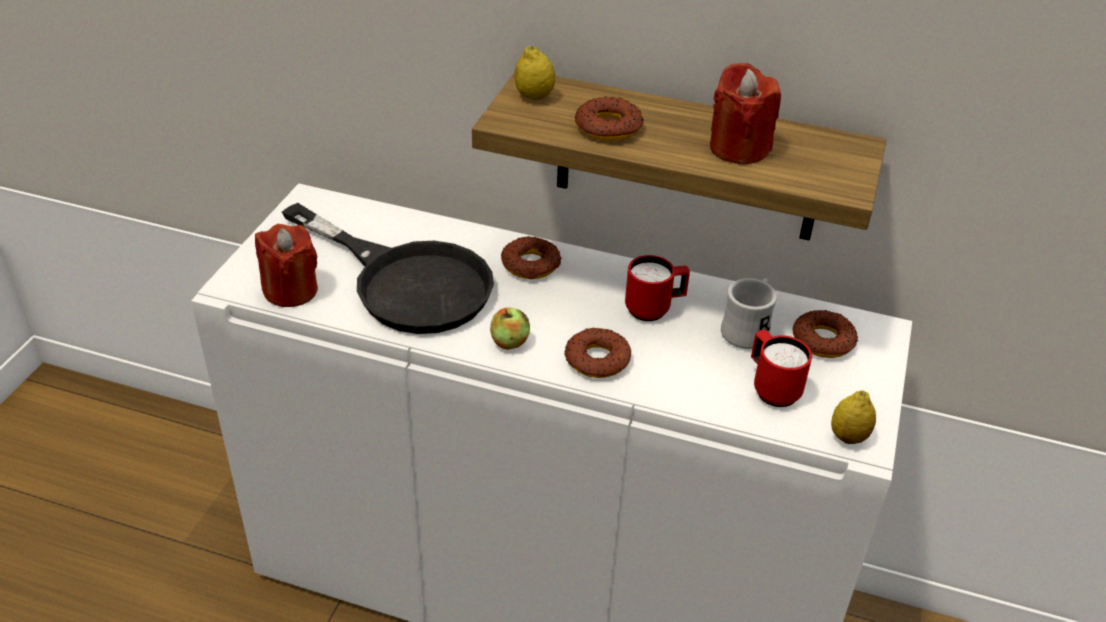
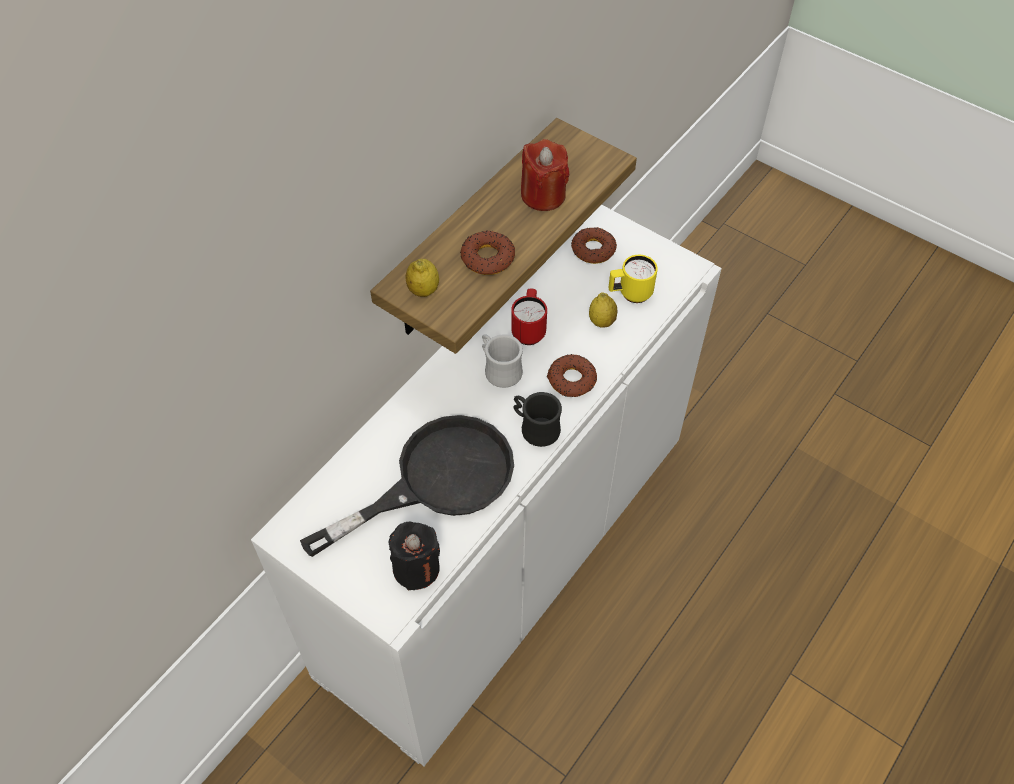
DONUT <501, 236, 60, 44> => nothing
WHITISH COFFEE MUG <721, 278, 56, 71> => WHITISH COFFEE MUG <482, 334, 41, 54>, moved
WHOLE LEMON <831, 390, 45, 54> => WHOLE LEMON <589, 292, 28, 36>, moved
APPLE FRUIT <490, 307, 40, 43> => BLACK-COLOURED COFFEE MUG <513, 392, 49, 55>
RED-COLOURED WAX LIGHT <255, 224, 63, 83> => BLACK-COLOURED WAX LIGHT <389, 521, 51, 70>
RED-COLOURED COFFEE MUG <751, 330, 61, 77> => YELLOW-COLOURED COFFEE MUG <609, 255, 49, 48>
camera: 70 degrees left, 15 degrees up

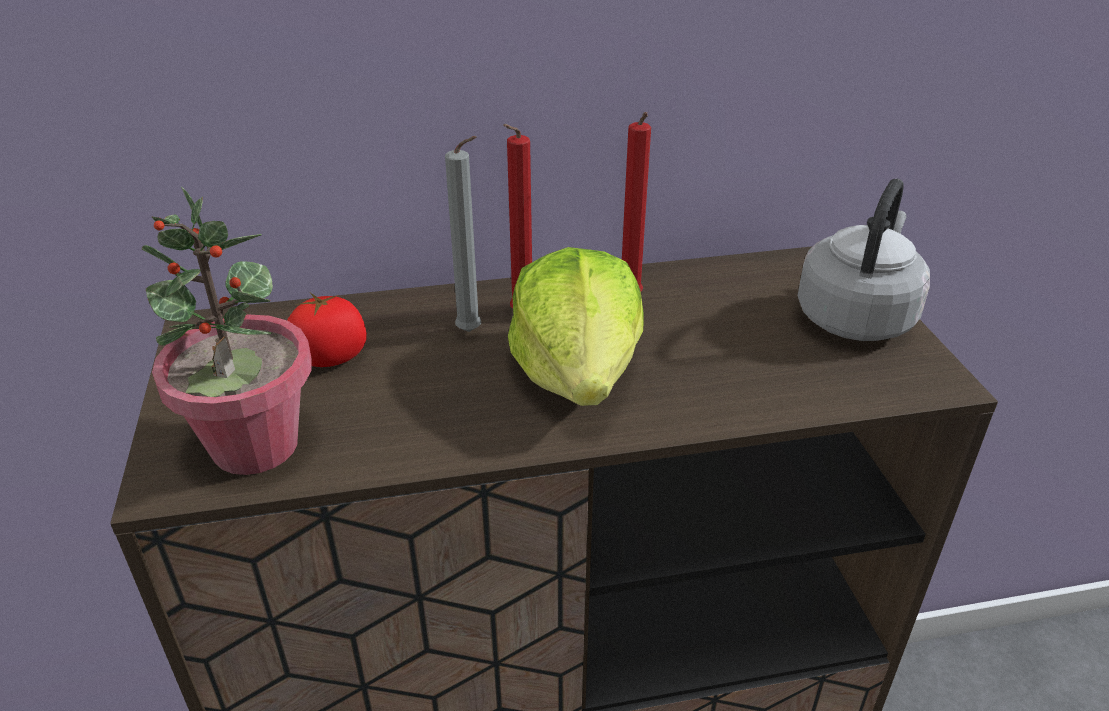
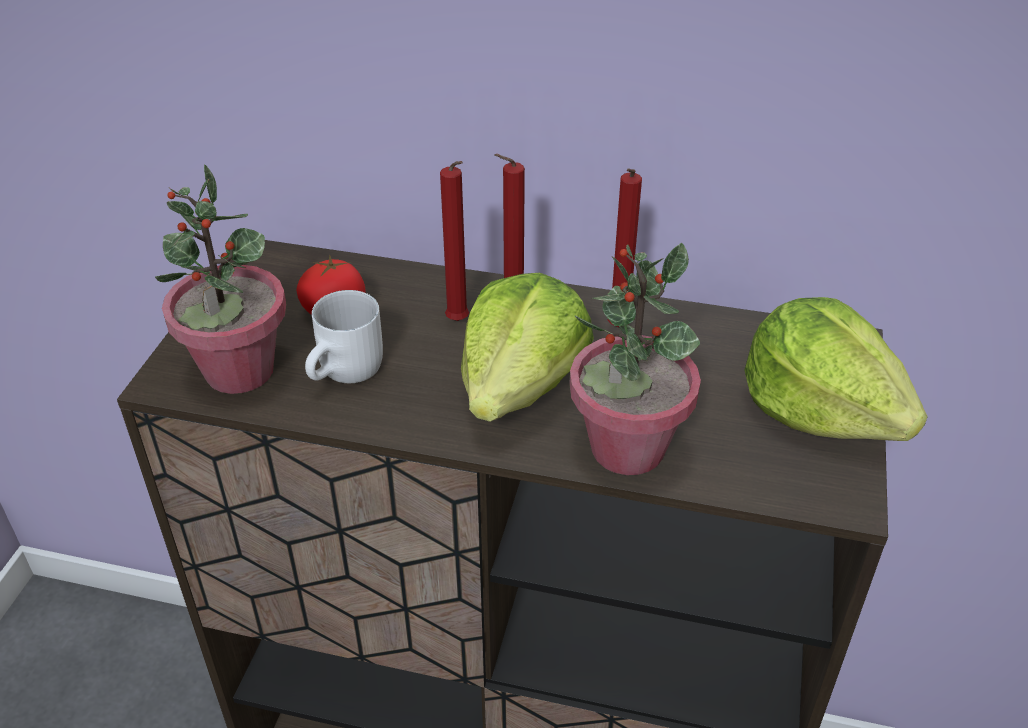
nothing => WHITISH COFFEE MUG <305, 290, 78, 94>
nothing => HOUSEPLANT <569, 243, 132, 232>
GREYISH WATER KETTLE <797, 178, 133, 163> => LETTUCE <744, 297, 184, 144>
GREYISH WAX LIGHT <445, 136, 36, 196> => RED-COLOURED WAX LIGHT <440, 161, 29, 160>
camera: 25 degrees right, 5 degrees up

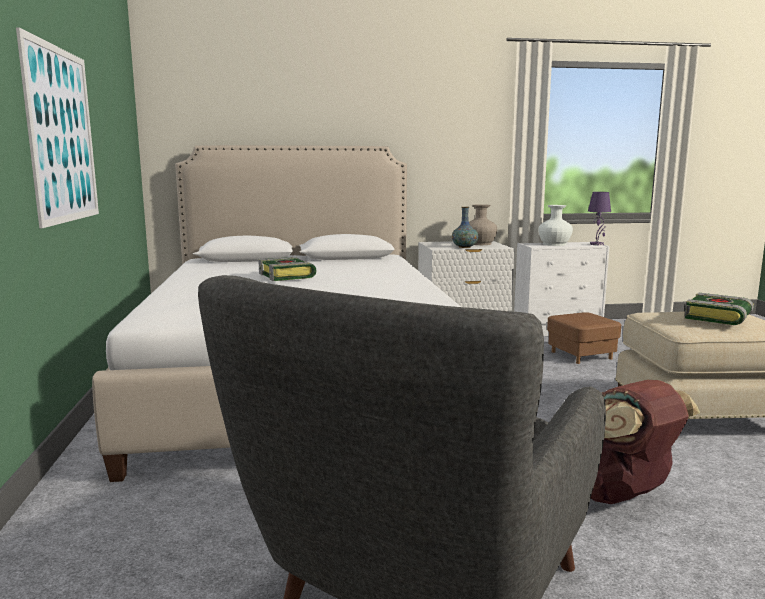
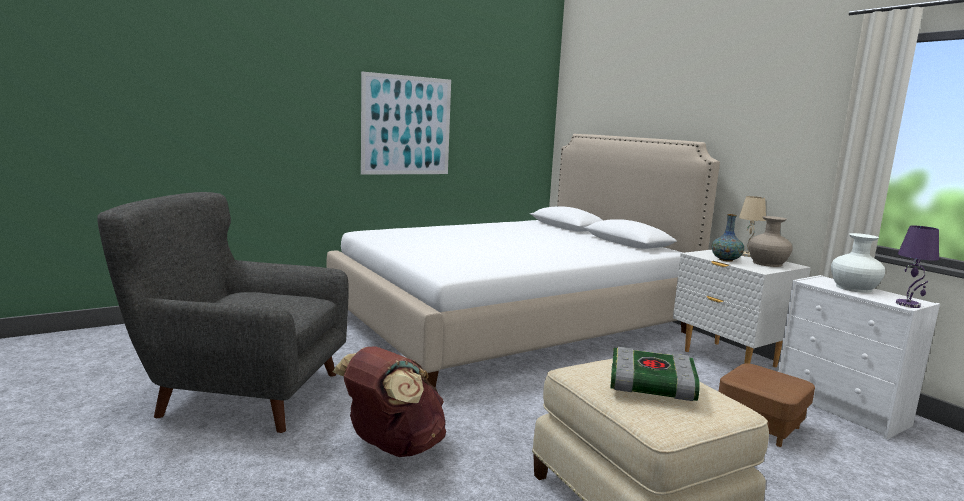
VOLUME <258, 257, 59, 24> => nothing
nothing => BEIGE-COLOURED TABLE LAMP <739, 196, 27, 61>
camera: 65 degrees right, 0 degrees up

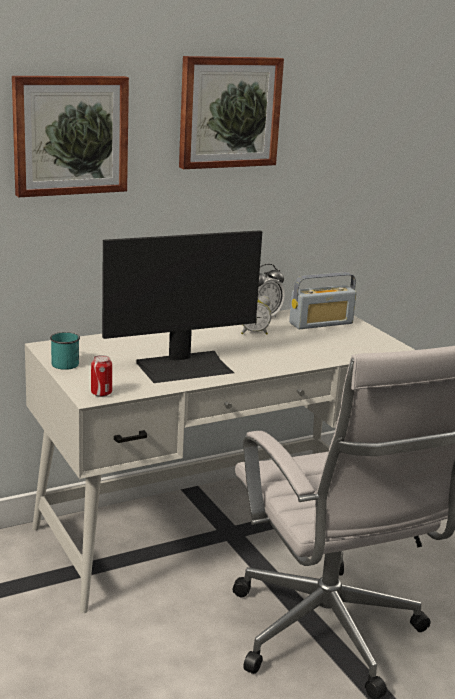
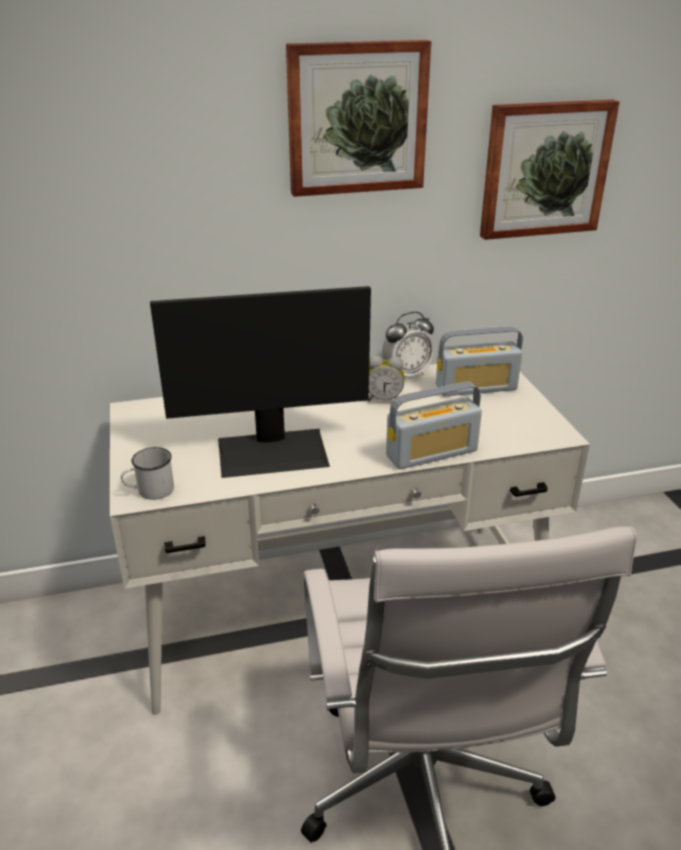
BLUE-GREEN COFFEE MUG <50, 332, 30, 38> => nothing
nothing => RADIO <386, 382, 96, 87>
WALL PICTURE <12, 76, 117, 121> => WALL PICTURE <480, 100, 140, 140>, moved
METAL CAN <91, 355, 21, 42> => WHITISH COFFEE MUG <121, 447, 53, 53>
camera: 15 degrees right, 10 degrees up

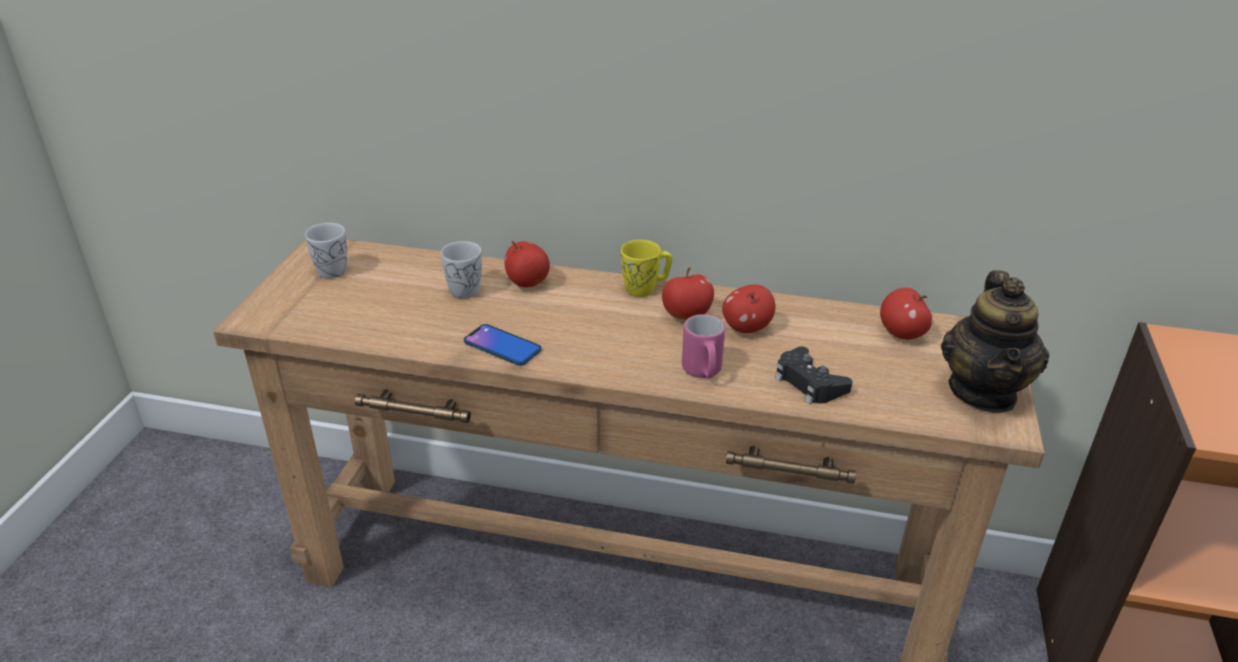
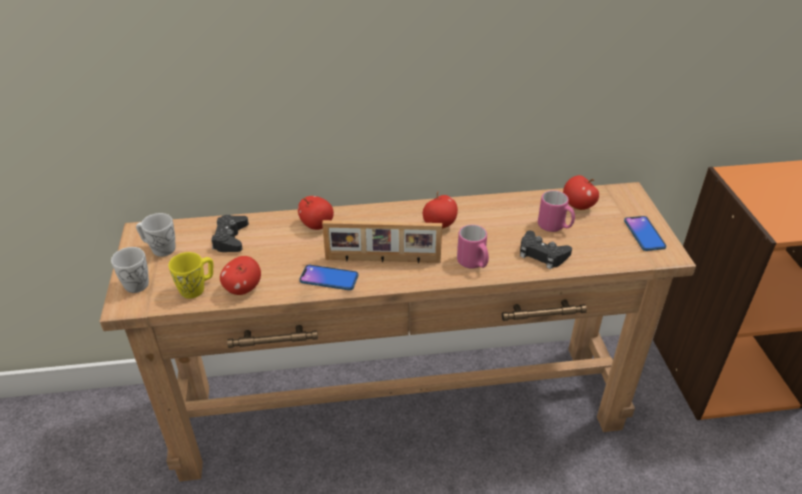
nothing => BLACK-COLOURED JOYPAD <211, 215, 38, 37>
nothing => STANDING FRAME <322, 220, 120, 44>
nothing => PINK COFFEE MUG <538, 190, 37, 42>
WHITISH COFFEE MUG <441, 241, 41, 58> => WHITISH COFFEE MUG <111, 247, 38, 46>, moved
YELLOW-COLOURED COFFEE MUG <621, 240, 51, 57> => YELLOW-COLOURED COFFEE MUG <168, 252, 46, 47>, moved
APPLE FRUIT <722, 284, 53, 49> => APPLE FRUIT <220, 256, 41, 39>, moved
TEA POT <941, 270, 108, 143> => HANDSET <624, 216, 42, 35>
camera: 20 degrees left, 5 degrees up

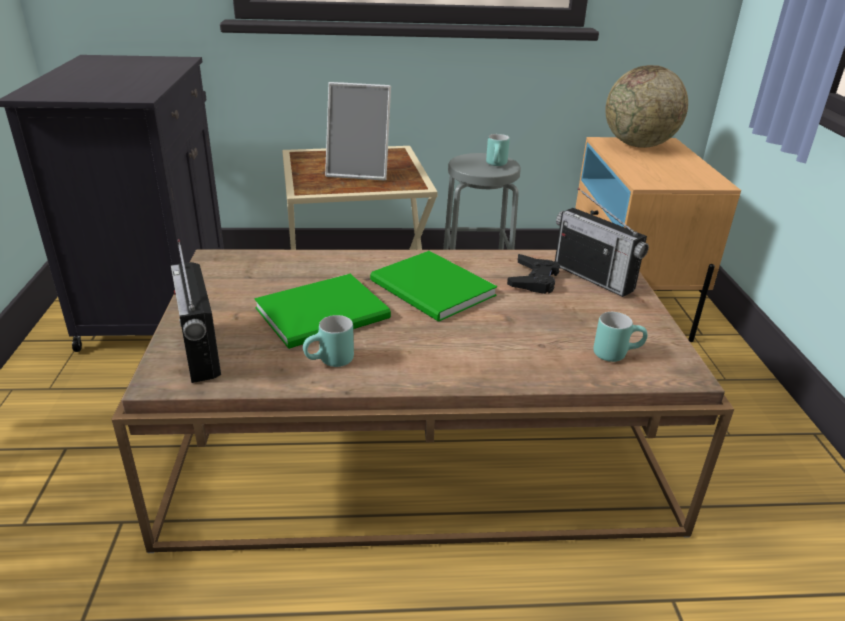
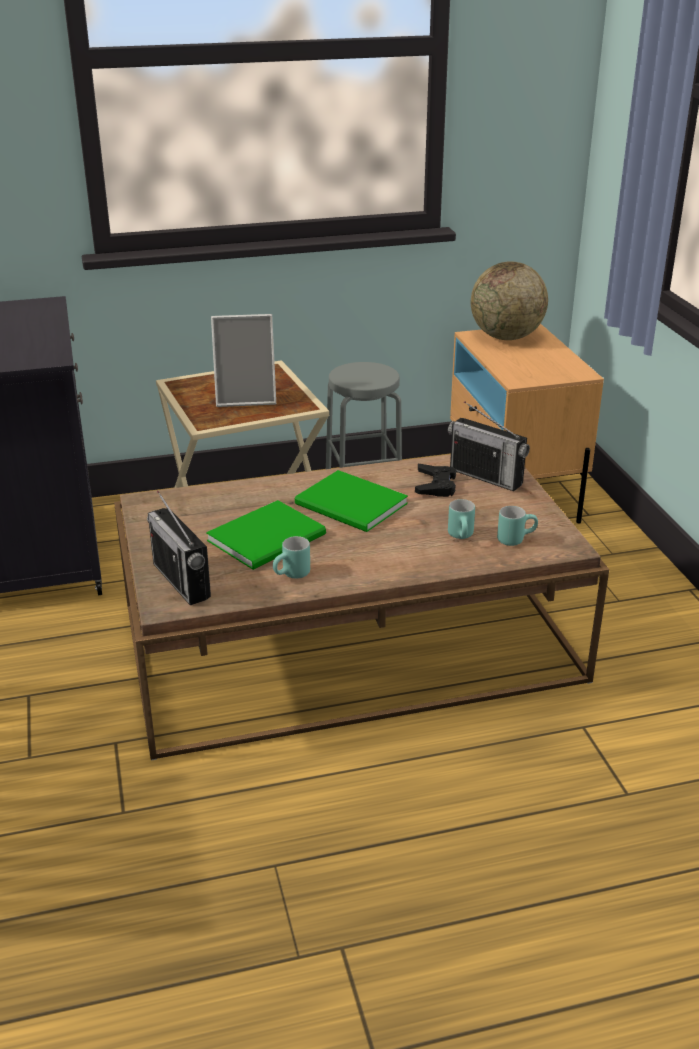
BLUE-GREEN COFFEE MUG <486, 134, 24, 32> => BLUE-GREEN COFFEE MUG <448, 499, 27, 40>, moved
camera: 10 degrees left, 0 degrees up

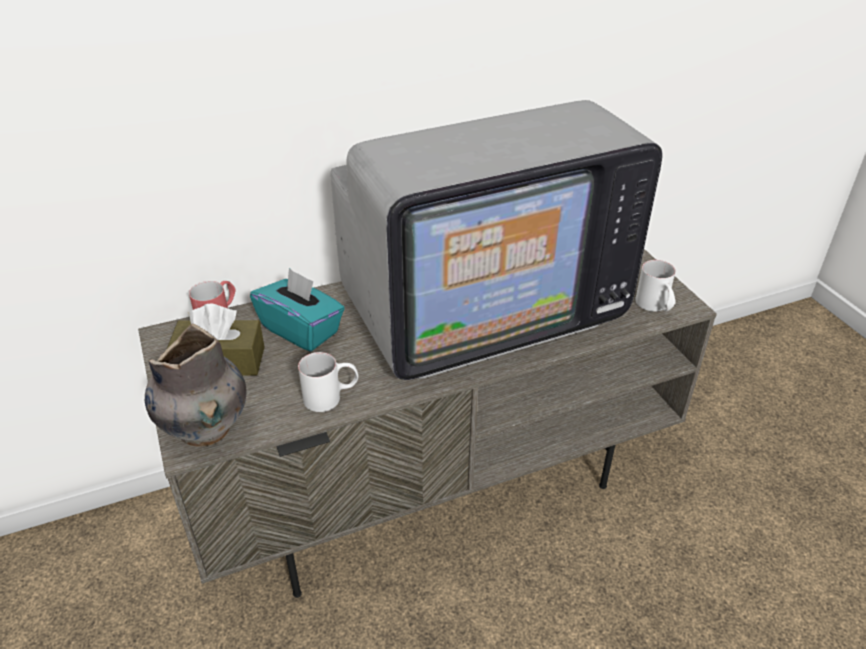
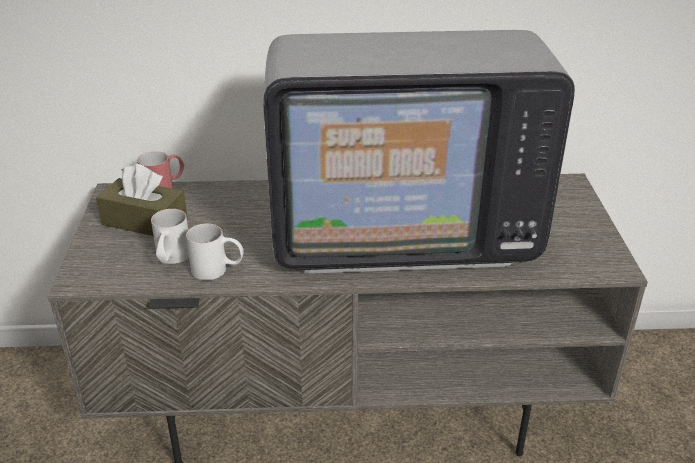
GREYISH VASE <145, 324, 102, 123> => nothing
BLUE-GREEN BOX OF TISSUES <250, 268, 95, 83> => nothing
WHITISH COFFEE MUG <635, 260, 41, 52> => WHITISH COFFEE MUG <151, 209, 38, 55>, moved
camera: 20 degrees right, 5 degrees down

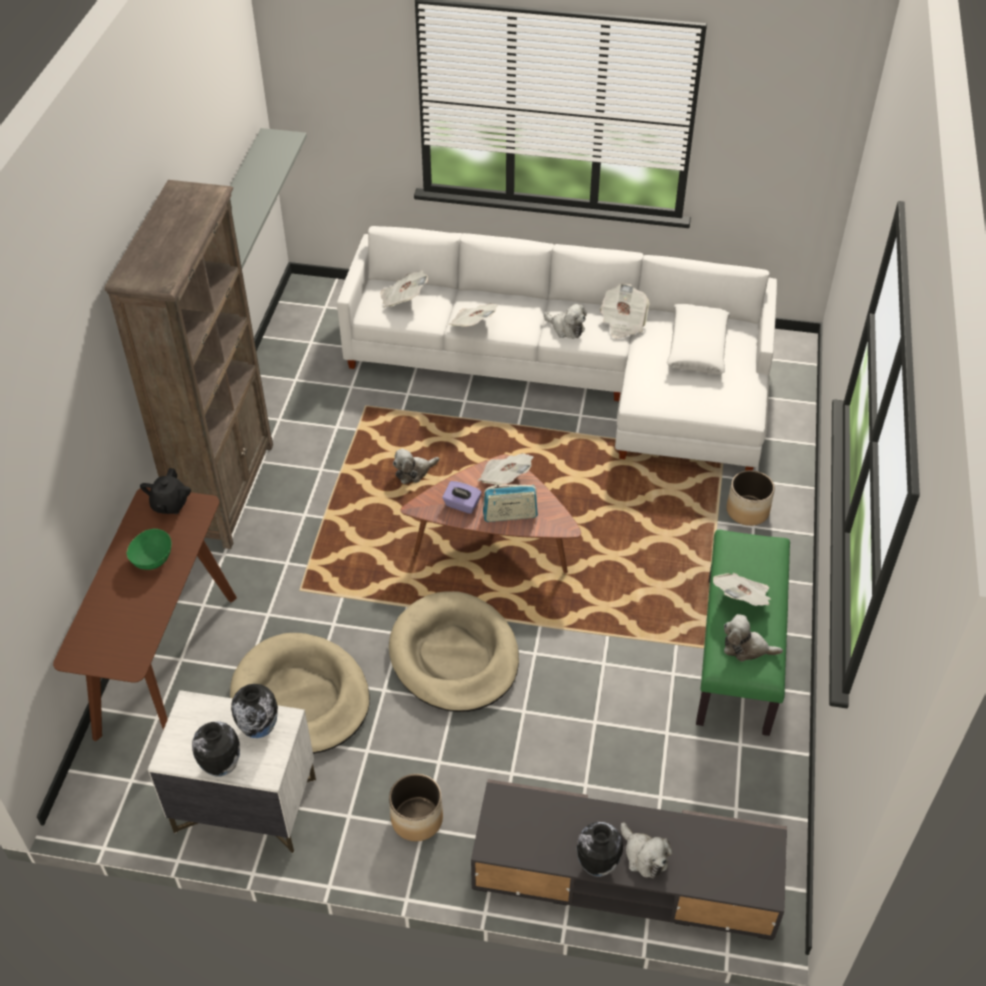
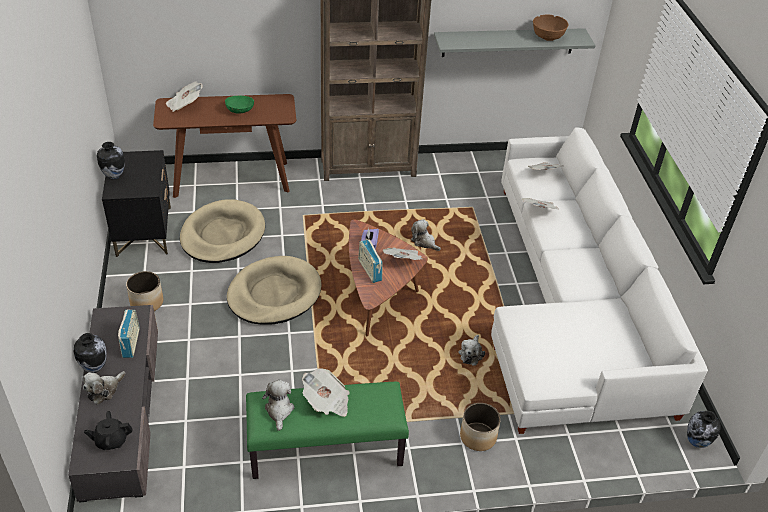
WHITISH CUSHION <666, 304, 64, 70> => nothing
nothing => RADIO <118, 309, 22, 49>
nothing => BROWN-COLOURED SERVING BOWL <533, 15, 36, 26>
BLACK-COLOURED TEA POT <140, 468, 51, 46> => BLACK-COLOURED TEA POT <84, 411, 49, 39>, moved
VASE <231, 684, 47, 54> => VASE <687, 411, 34, 37>, moved
SOFT TOY <543, 304, 44, 35> => SOFT TOY <458, 334, 27, 32>, moved
DAILY PAPER <600, 283, 50, 56> => DAILY PAPER <166, 82, 37, 30>, moved
WHITISH NIGHTSTAND <148, 690, 168, 163> => BLACK-COLOURED NIGHTSTAND <102, 150, 69, 107>
camera: 70 degrees right, 5 degrees down

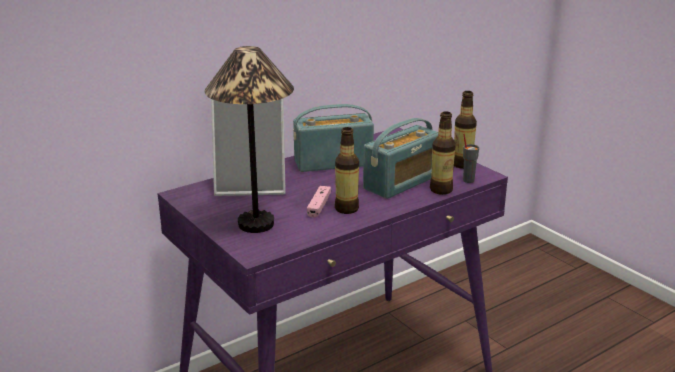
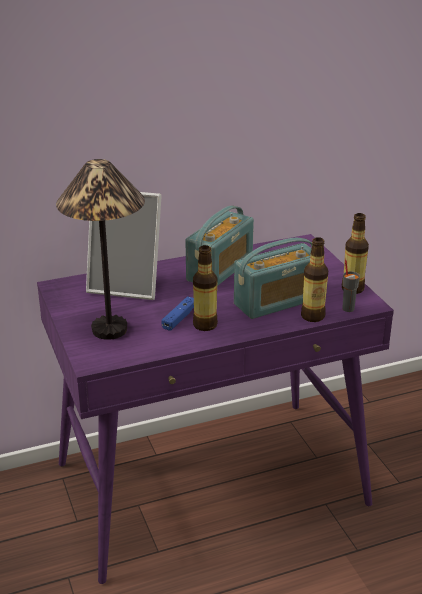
PINK JOYPAD <307, 186, 24, 32> => BLUE JOYPAD <161, 296, 33, 35>
RADIO <293, 104, 81, 68> => RADIO <185, 206, 69, 80>, 120 degrees clockwise
camera: 15 degrees right, 5 degrees up

